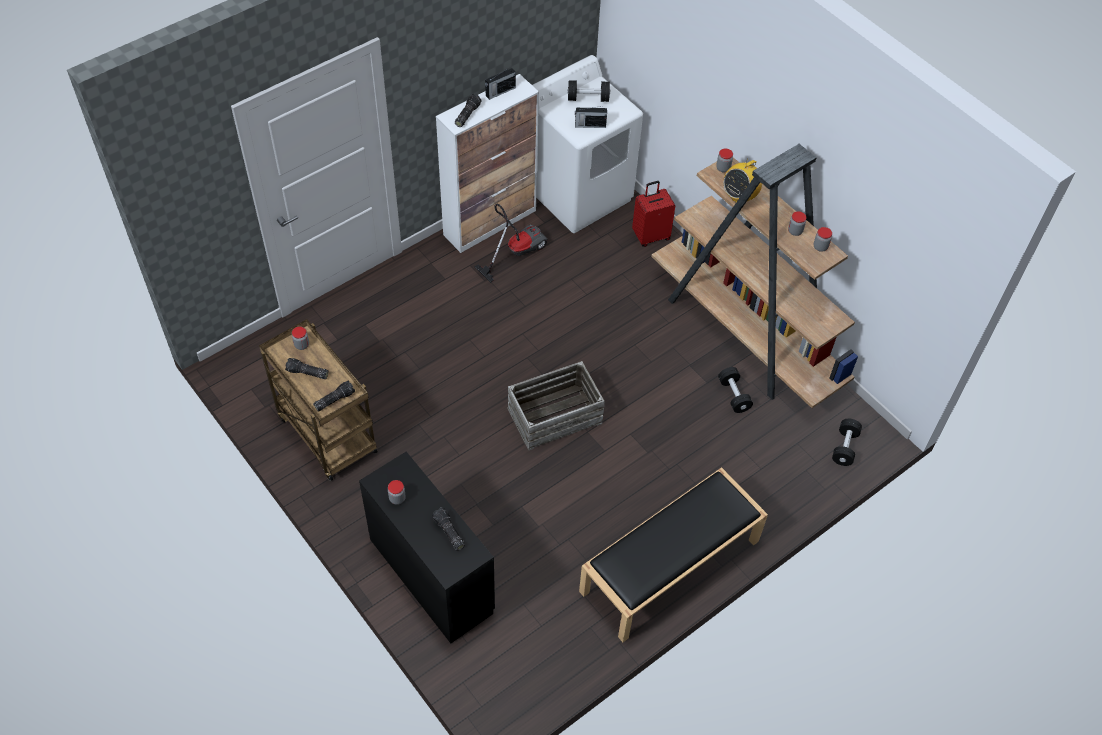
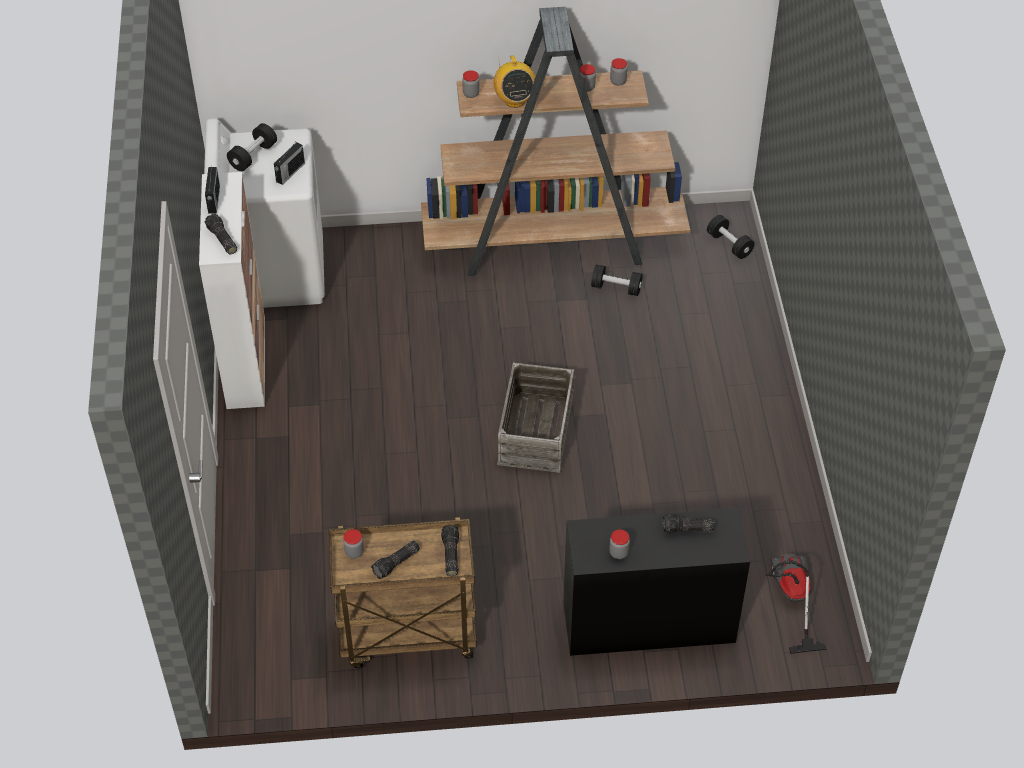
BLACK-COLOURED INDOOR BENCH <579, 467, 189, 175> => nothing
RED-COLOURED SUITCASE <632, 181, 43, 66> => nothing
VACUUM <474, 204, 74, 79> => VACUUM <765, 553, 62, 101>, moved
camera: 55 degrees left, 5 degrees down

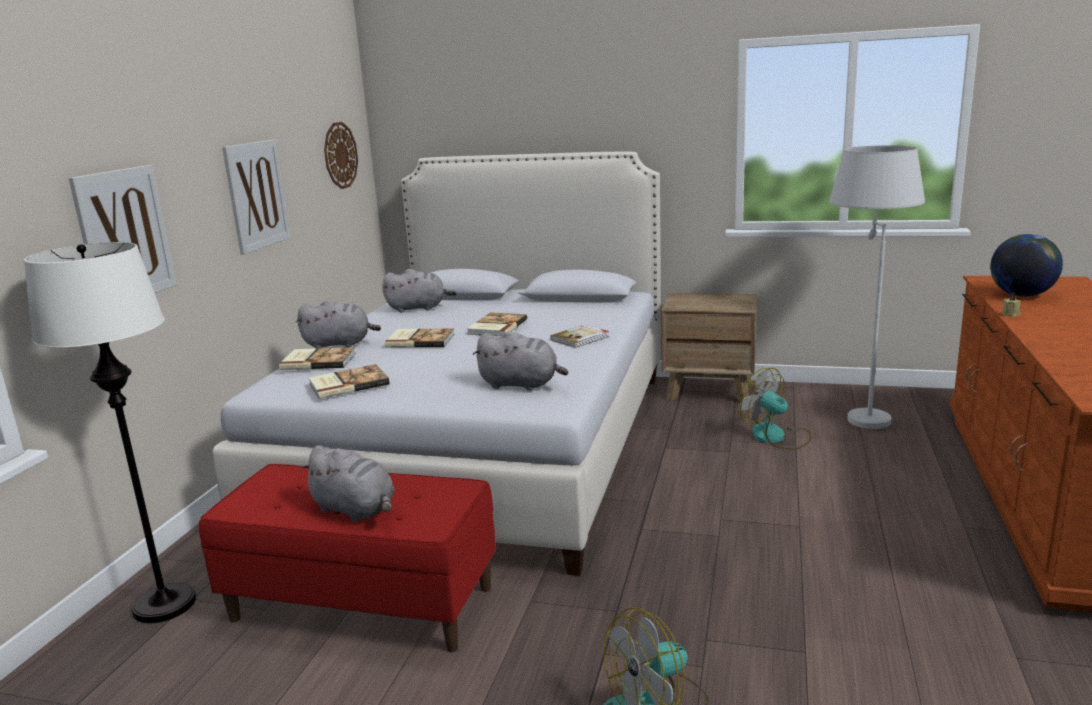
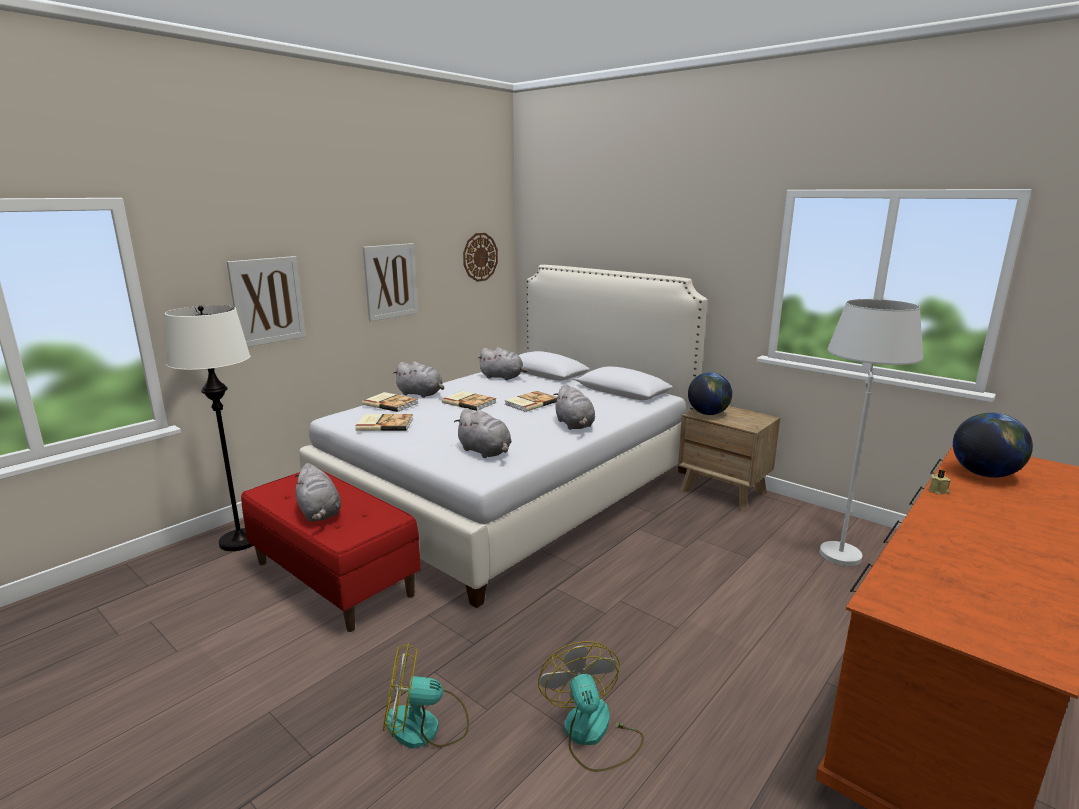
nothing => DESK GLOBE <688, 372, 44, 43>
COOLING FAN <737, 368, 74, 82> => COOLING FAN <538, 641, 106, 131>, moved
VOLUME <550, 325, 59, 23> => GREYISH SOFT TOY <554, 384, 41, 46>
camera: 25 degrees right, 0 degrees up

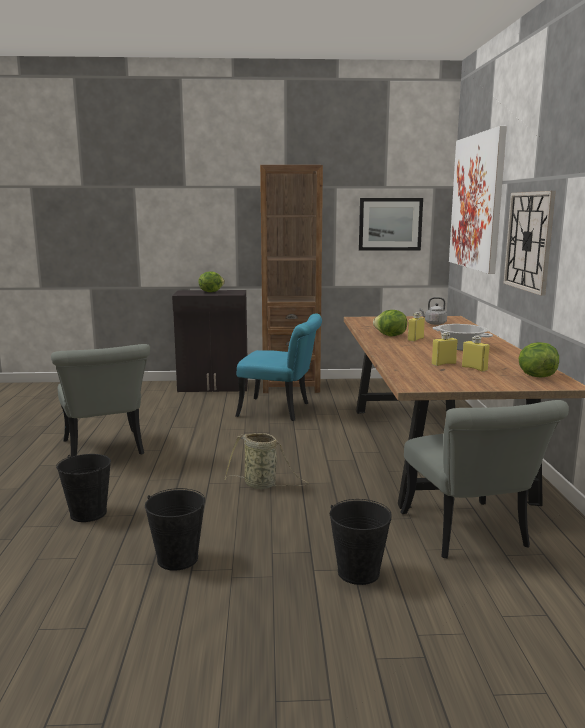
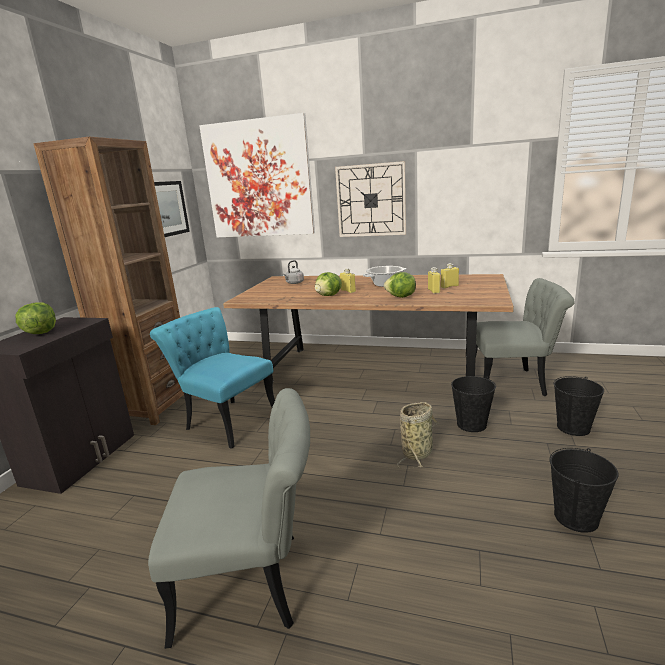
BLACK-COLOURED WATER BUCKET <56, 454, 55, 68> => BLACK-COLOURED WATER BUCKET <451, 376, 45, 56>, moved
LETTUCE <518, 342, 41, 36> => LETTUCE <384, 272, 32, 26>, moved
BLUE-GREEN CHAIR <235, 313, 87, 108> => BLUE-GREEN CHAIR <150, 307, 125, 142>, 90 degrees counterclockwise
camera: 70 degrees left, 5 degrees up

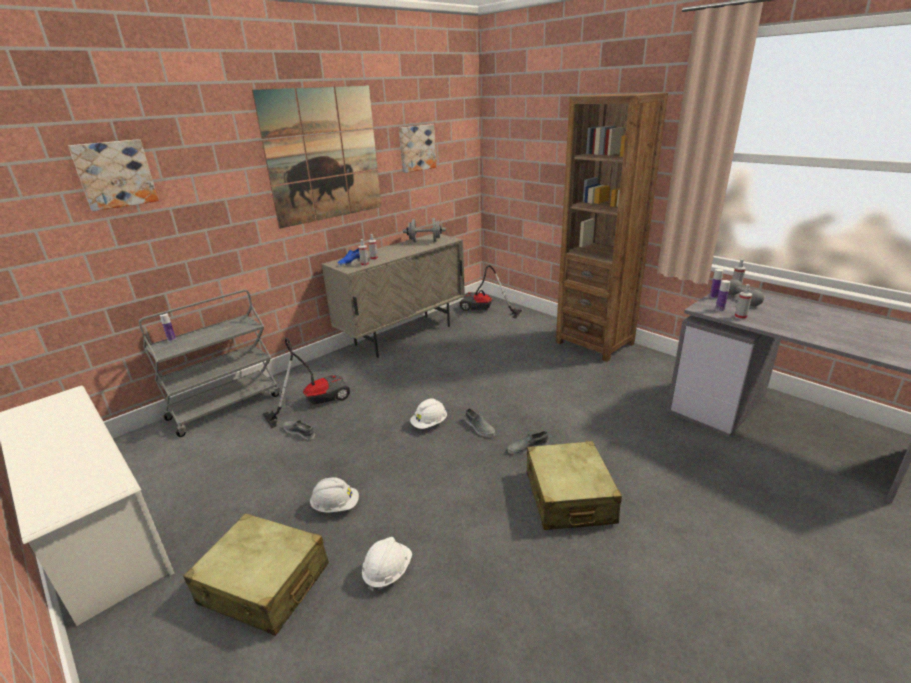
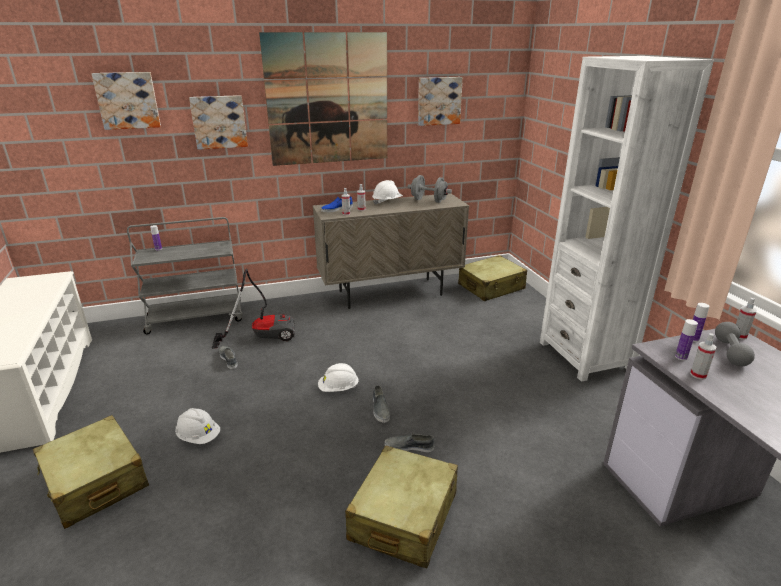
nothing => WALL PICTURE <189, 95, 59, 55>
WHITISH WORK HELMET <362, 537, 50, 56> => WHITISH WORK HELMET <372, 180, 31, 25>, moved
VACUUM <459, 265, 63, 53> => BEIGE-COLOURED SUITCASE <458, 255, 69, 46>
BROWN-COLOURED BOOKSHELF <556, 93, 112, 269> => WHITISH BOOKSHELF <540, 56, 174, 326>
camera: 25 degrees right, 0 degrees up

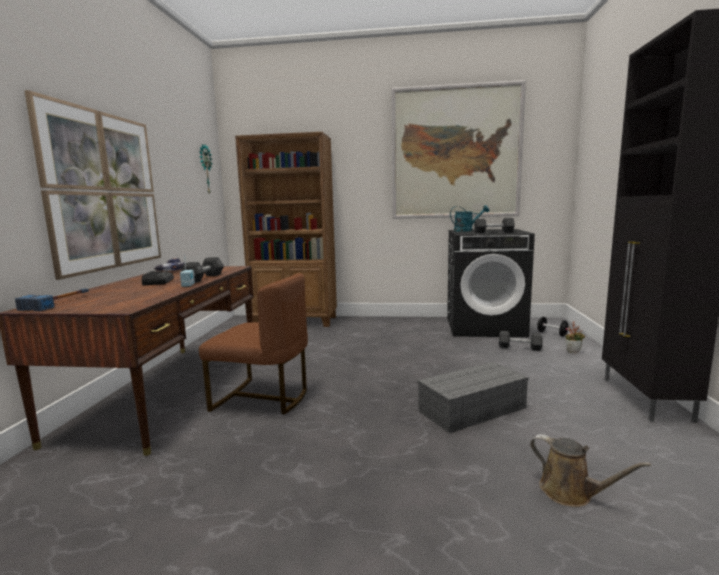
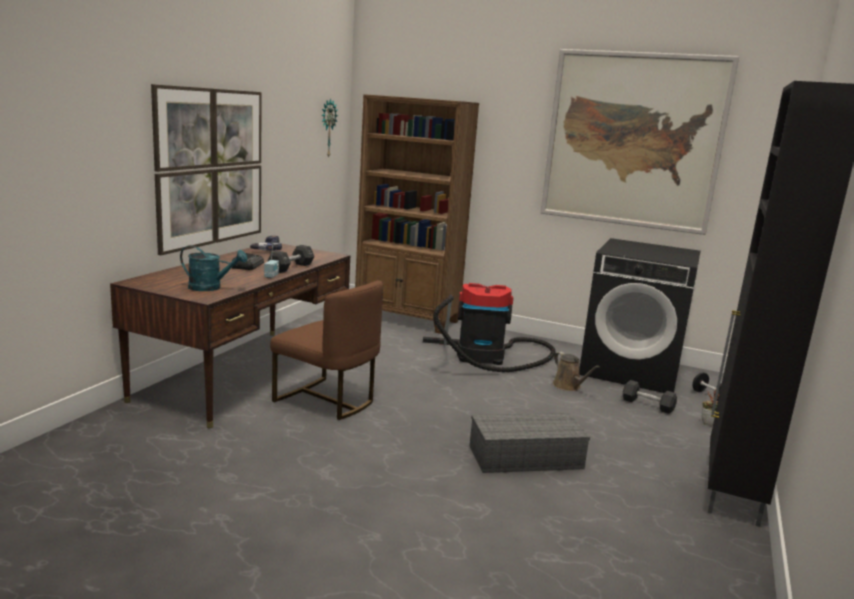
TOOL HAMMER <15, 289, 74, 22> => nothing
BLACK-COLOURED FREE WEIGHT <474, 218, 41, 15> => nothing
nothing => VACUUM <423, 283, 133, 89>
BLUE-GREEN WATERING CAN <450, 205, 39, 26> => BLUE-GREEN WATERING CAN <180, 245, 68, 46>, moved
BROWN-COLOURED WATERING CAN <530, 434, 121, 73> => BROWN-COLOURED WATERING CAN <553, 352, 47, 39>, moved
camera: 15 degrees right, 5 degrees up

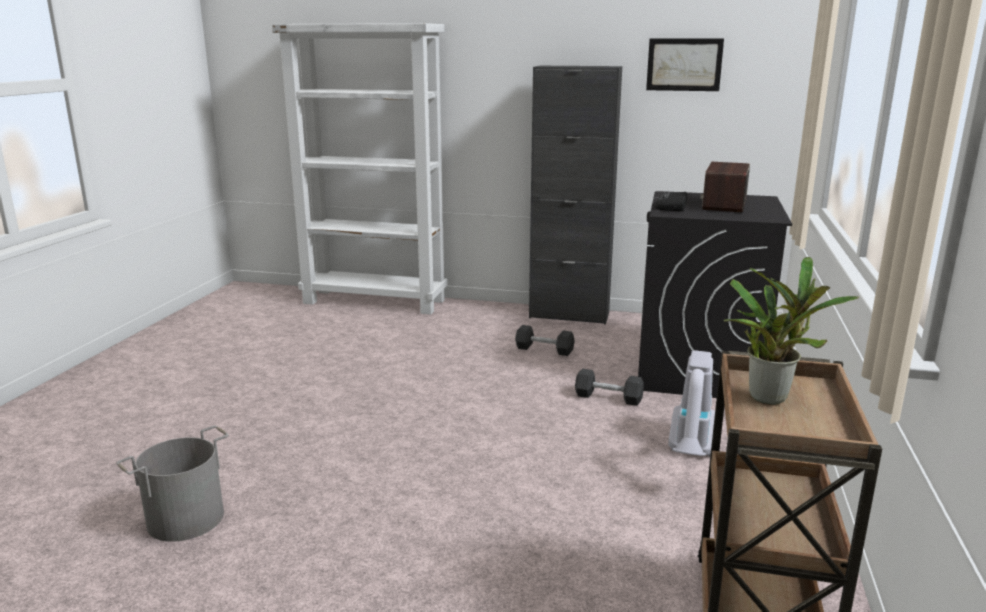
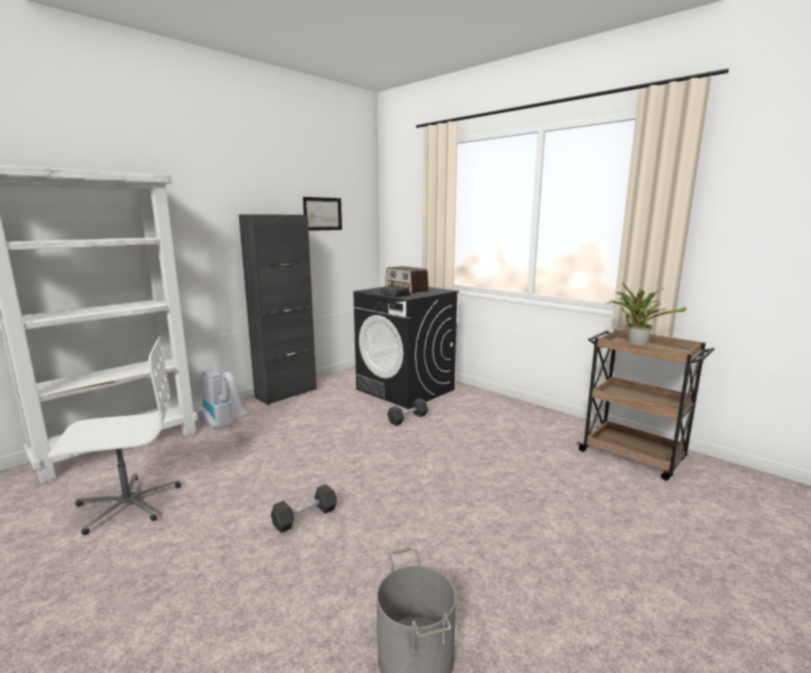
nothing => WHITISH DESK CHAIR <48, 336, 133, 199>
BLACK-COLOURED FREE WEIGHT <515, 325, 60, 31> => BLACK-COLOURED FREE WEIGHT <271, 484, 66, 49>, moved
VACUUM <668, 350, 47, 106> => VACUUM <199, 369, 51, 60>, moved
camera: 60 degrees left, 5 degrees down

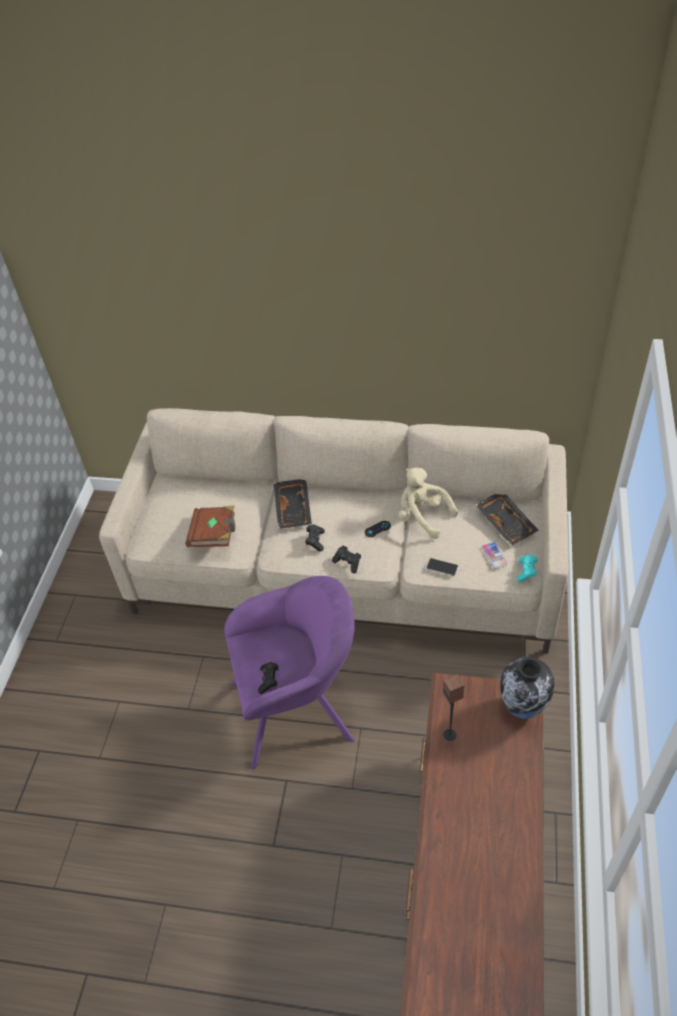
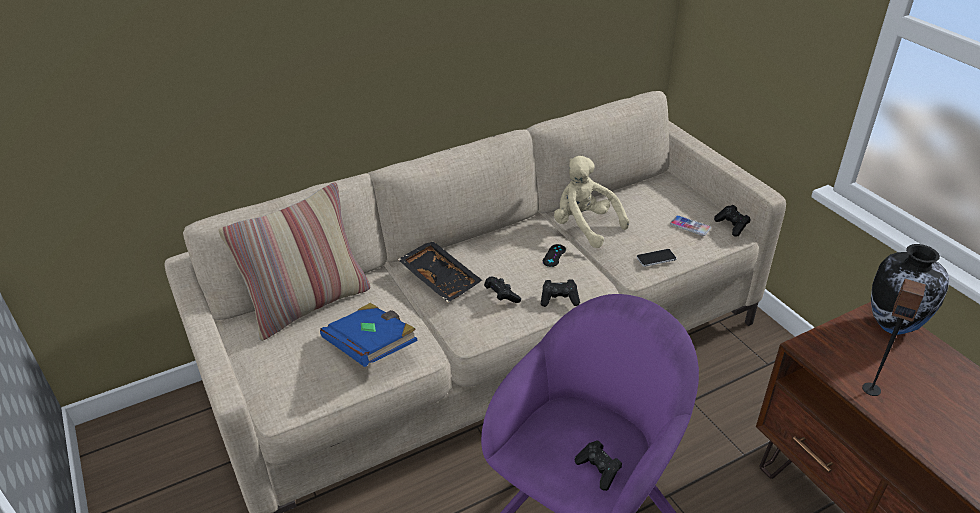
BLACK-COLOURED TRAY <475, 494, 63, 52> => nothing
nothing => CUSHION <218, 182, 152, 159>
BROWN-COLOURED VOLUME <186, 505, 50, 42> => BLUE VOLUME <320, 303, 98, 64>
BLUE-GREEN JOYPAD <517, 555, 21, 27> => BLACK-COLOURED JOYPAD <714, 205, 37, 32>
BEIGE-COLOURED SOFT TOY <398, 467, 60, 72> => BEIGE-COLOURED SOFT TOY <554, 156, 75, 92>, 45 degrees clockwise
camera: 40 degrees left, 10 degrees down

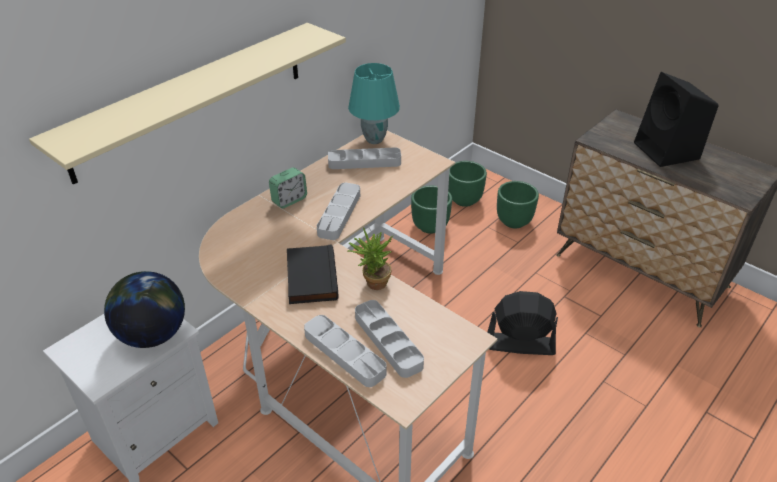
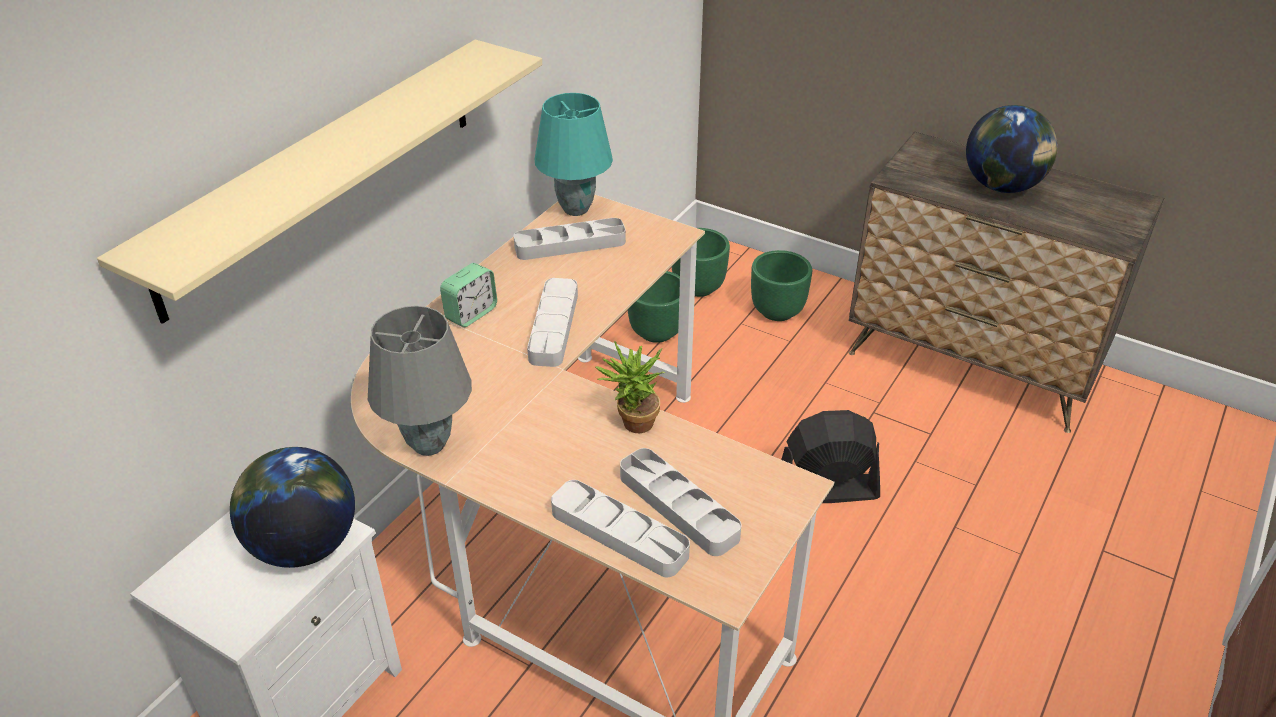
BLACK-COLOURED VOLUME <287, 244, 52, 60> => nothing
nothing => GREYISH TABLE LAMP <368, 306, 104, 150>
BLACK-COLOURED LOUDSPEAKER <634, 72, 85, 95> => DESK GLOBE <966, 105, 92, 88>
camera: 10 degrees left, 0 degrees up

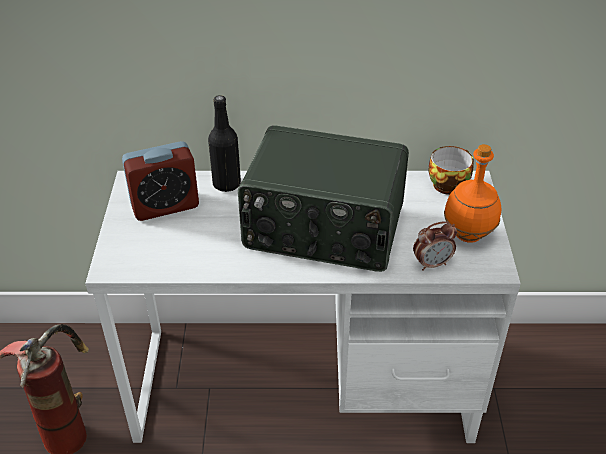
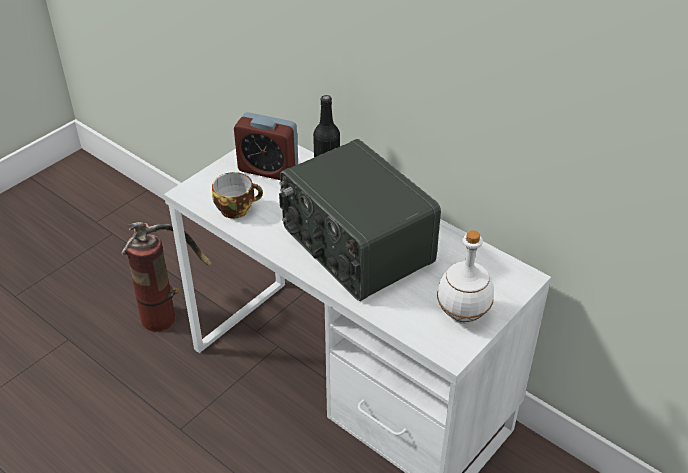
BEDSIDE CLOCK <413, 221, 44, 50> => nothing
DRINKING CUP <428, 146, 46, 49> => DRINKING CUP <212, 172, 51, 47>, moved
ORANGEY BEVERAGE BOTTLE <444, 144, 57, 99> => WHITISH BEVERAGE BOTTLE <437, 230, 57, 94>
camera: 40 degrees right, 0 degrees up

